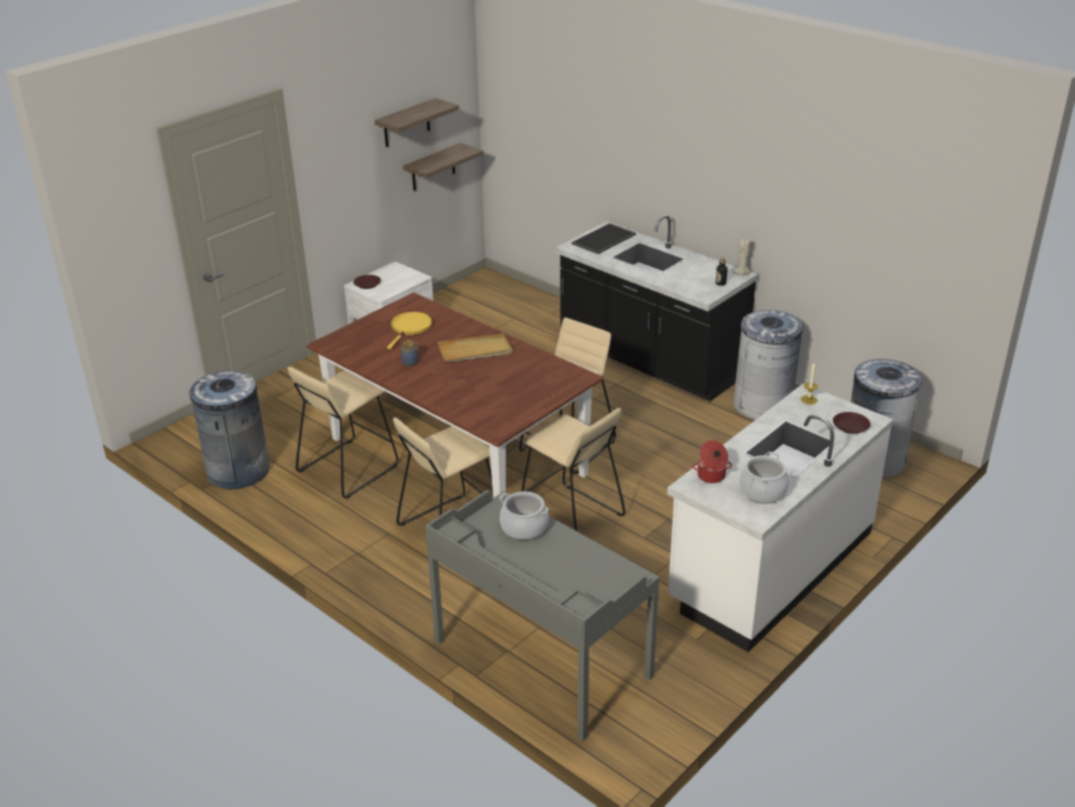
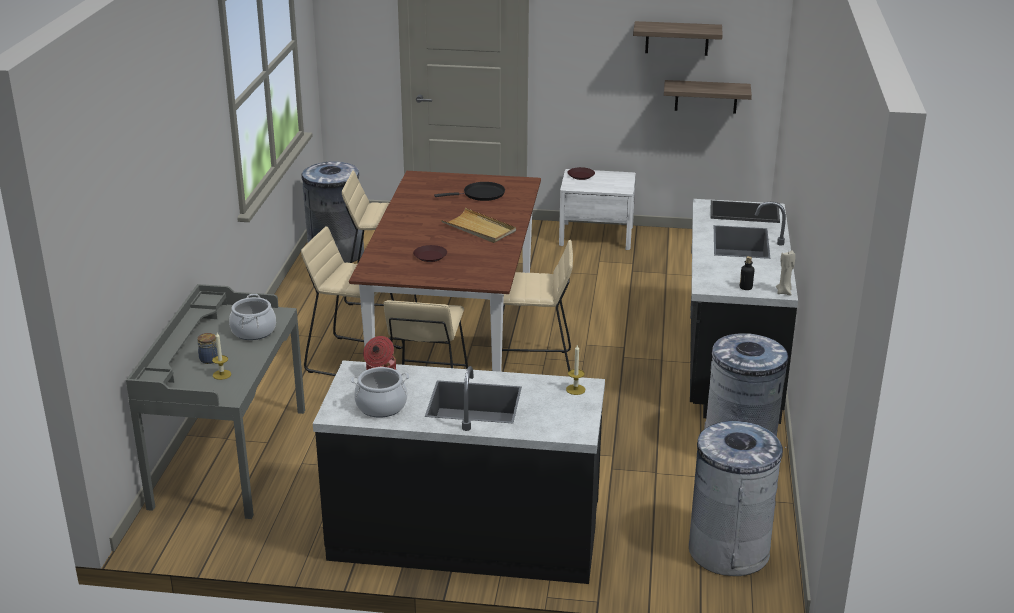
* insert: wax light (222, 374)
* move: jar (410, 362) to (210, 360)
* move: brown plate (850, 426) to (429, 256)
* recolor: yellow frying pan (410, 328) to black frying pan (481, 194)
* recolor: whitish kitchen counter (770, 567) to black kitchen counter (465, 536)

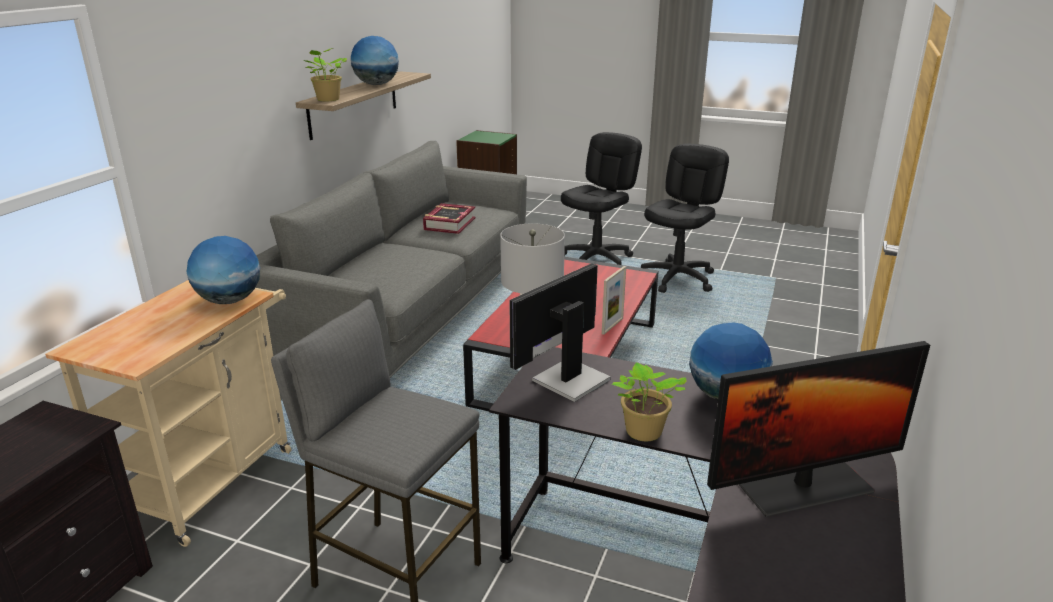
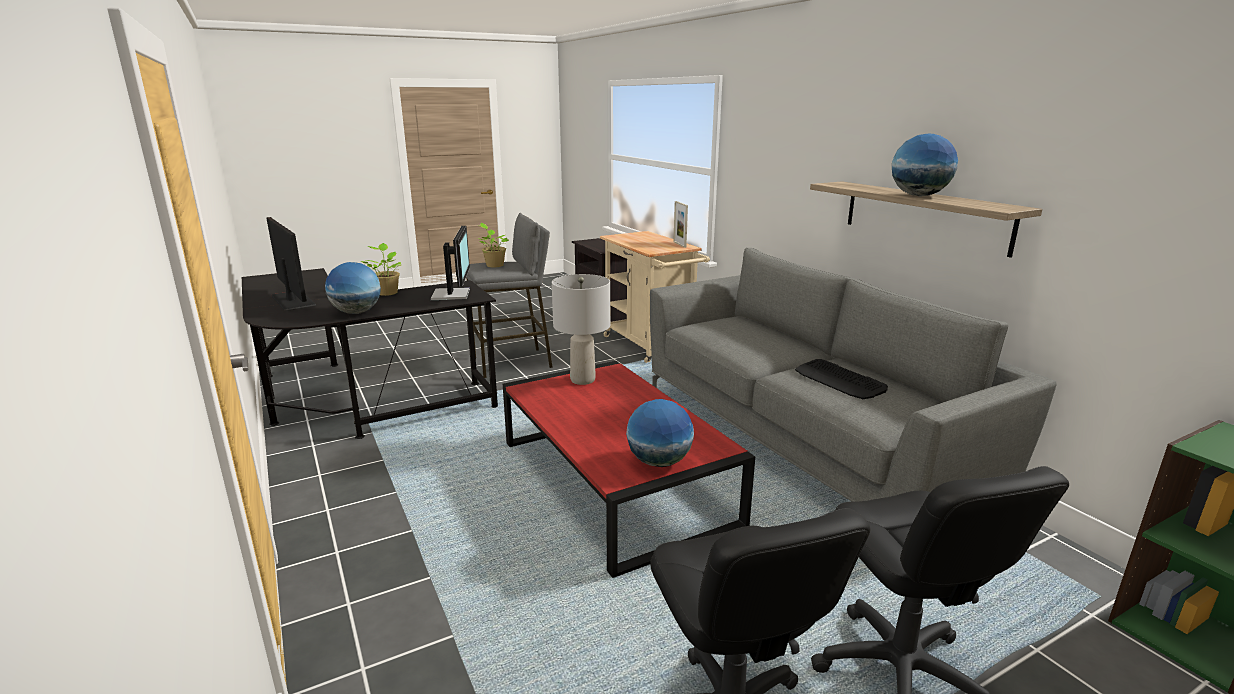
* move: world globe (229, 301) to (659, 462)
* move: potted plant (327, 100) to (494, 265)
* move: standing frame (612, 326) to (679, 244)
* replace: book (449, 224) to computer keyboard (839, 380)
* rotate: computer display (804, 486) = (293, 300) 120 degrees clockwise

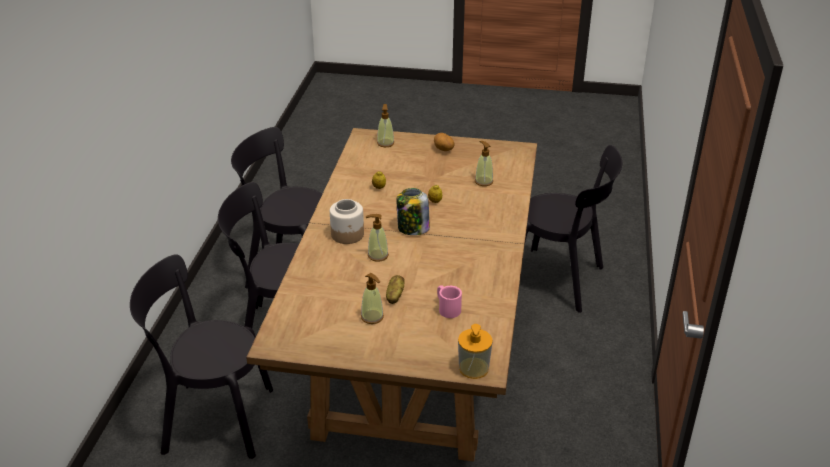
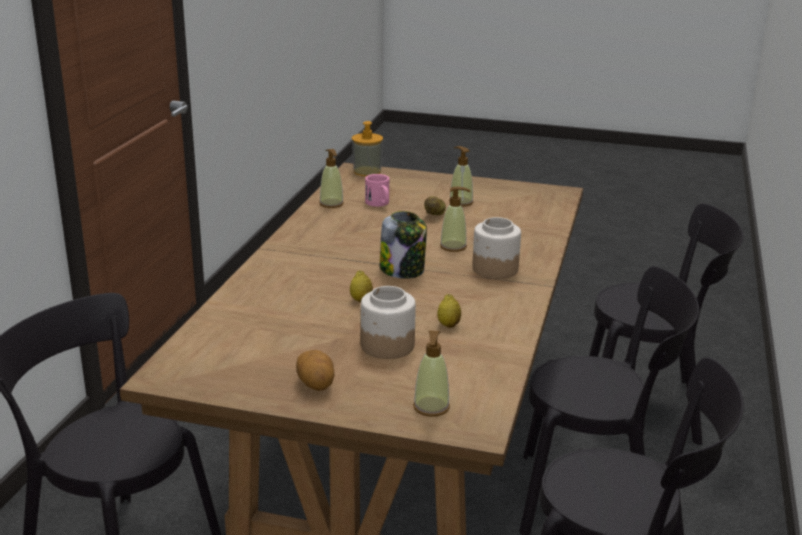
* insert: jar (387, 345)
* move: liquid soap bottle (483, 181) to (331, 204)

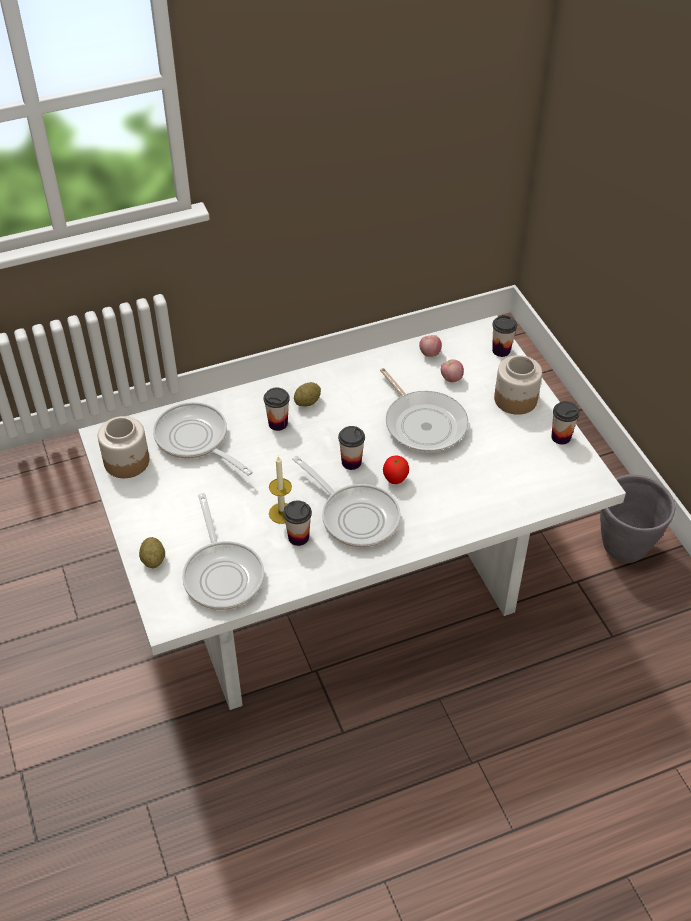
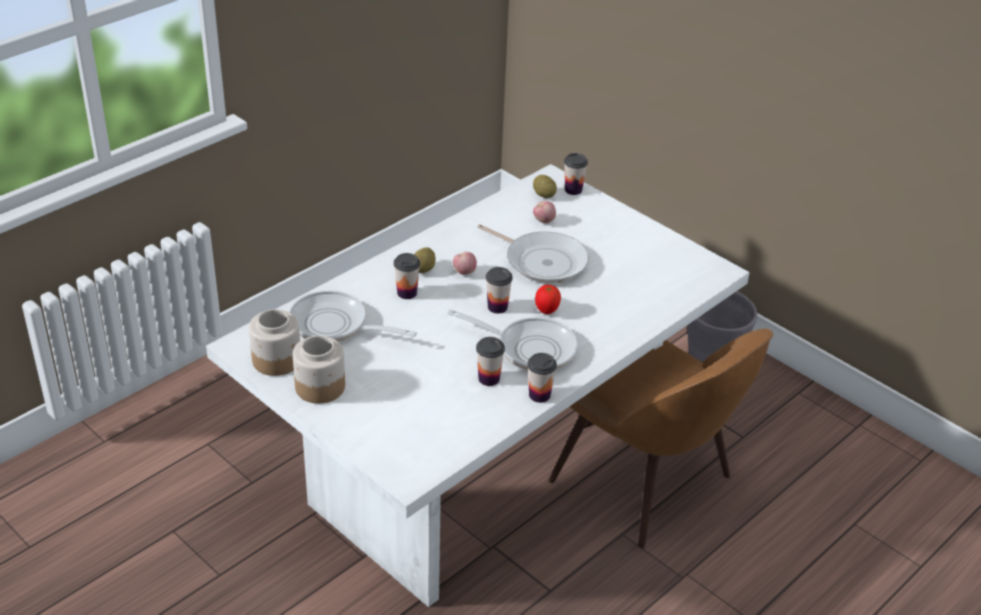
* delete: frying pan (222, 573)
* delete: wax light (282, 513)
* insert: brown plain chair (646, 483)
* move: potato (153, 560) to (544, 195)
* move: apple (429, 353) to (464, 272)
* move: jar (515, 399) to (319, 387)
* move: drinking cup (561, 437) to (539, 395)

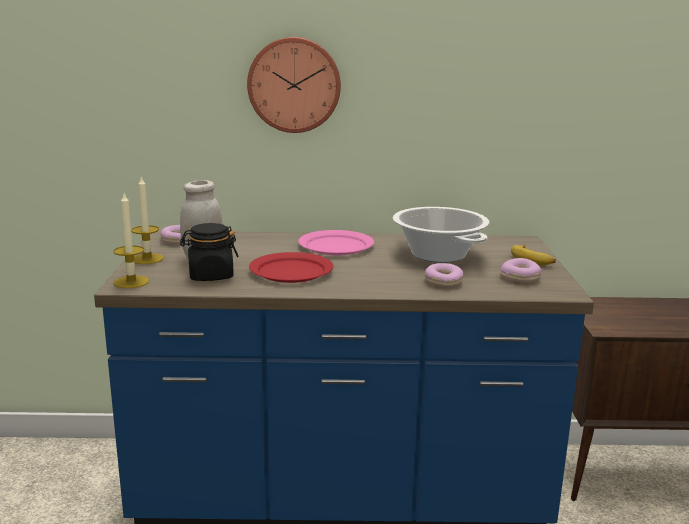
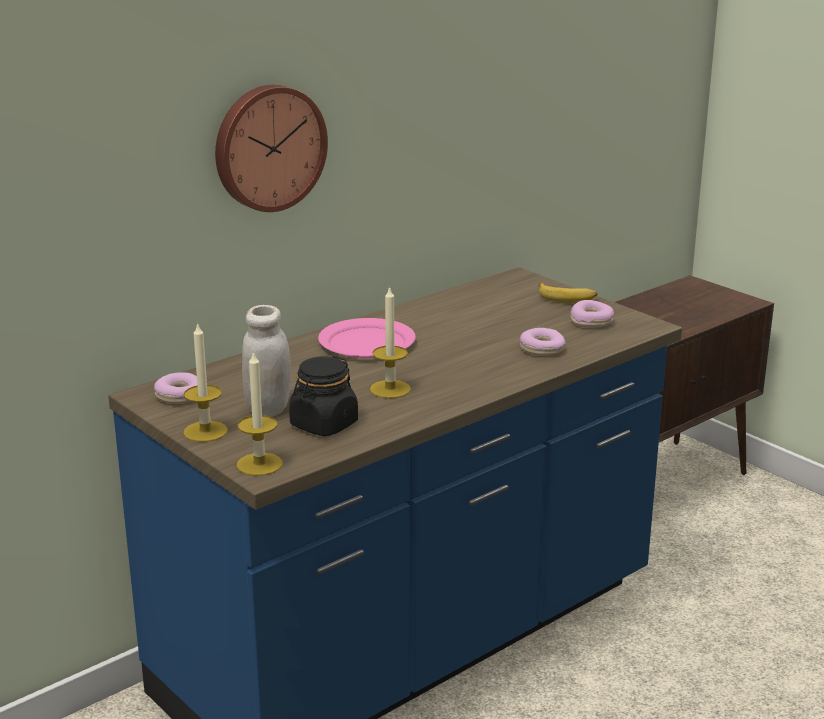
* delete: cooking pot (438, 254)
* replace: red-coloured plate (291, 271) to wax light (390, 389)

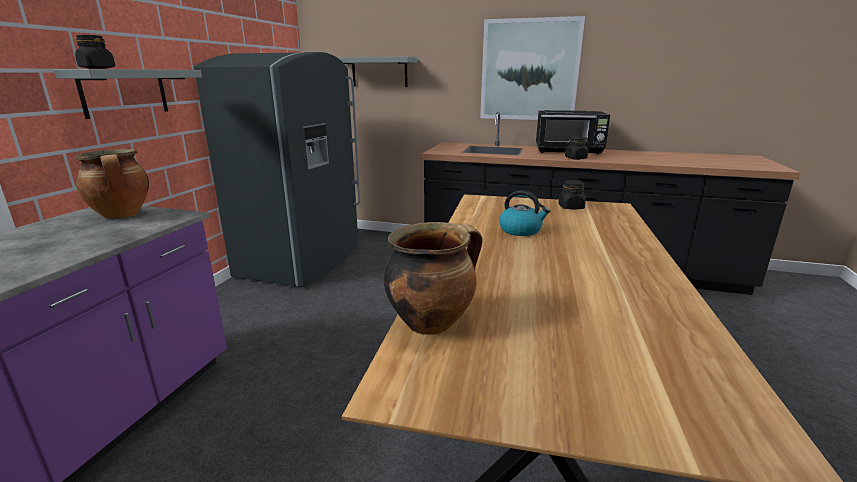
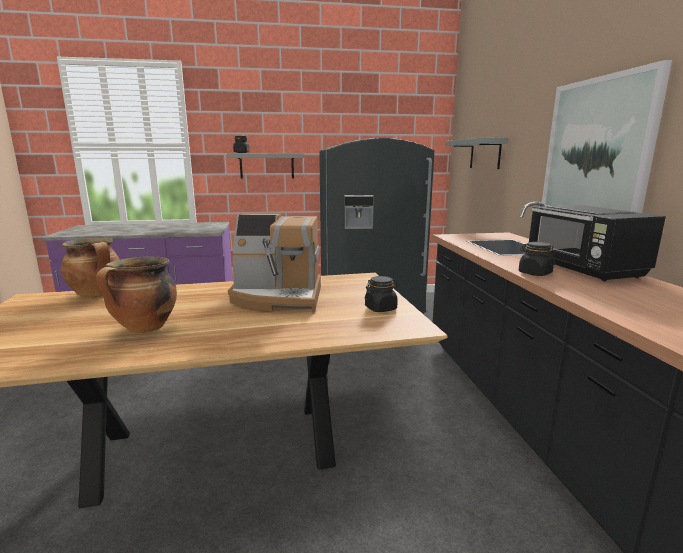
* move: cooking pot (123, 215) to (145, 328)
* replace: water kettle (521, 230) to coffee brewer (278, 297)

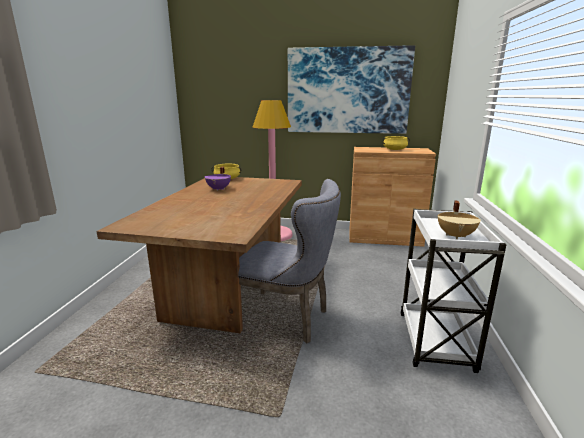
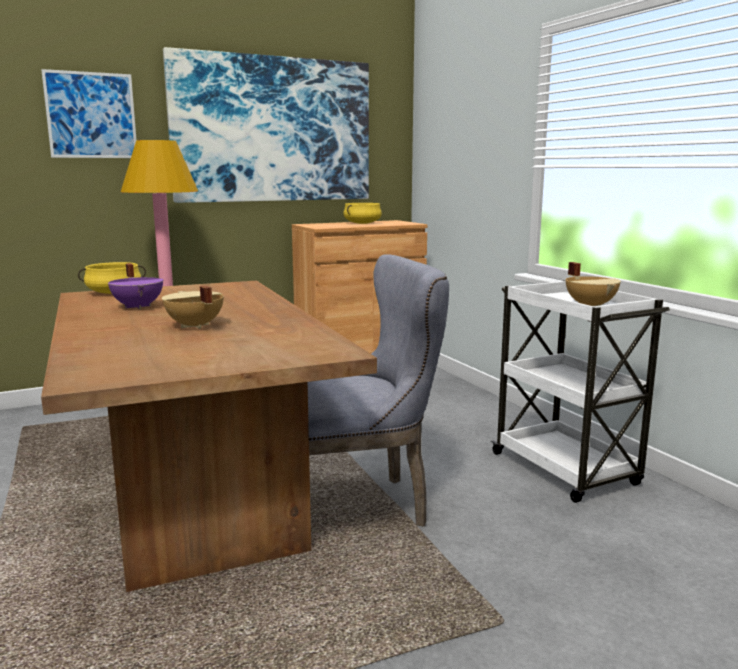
* insert: wall art (91, 115)
* insert: beige-coloured cooking pot (194, 326)

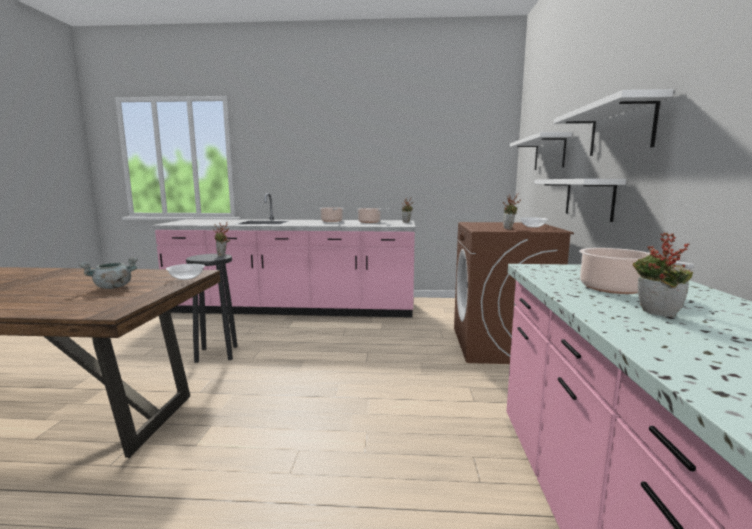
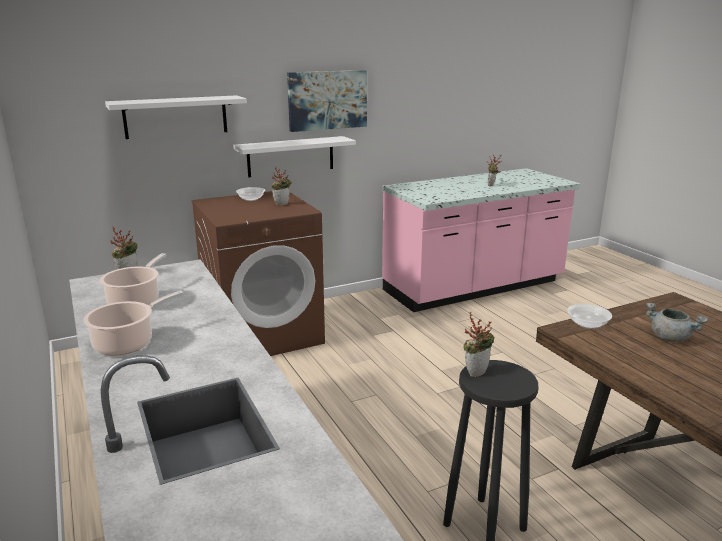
* delete: cooking pot (616, 289)
* replace: whitish shelf (620, 129) to wall art (327, 100)

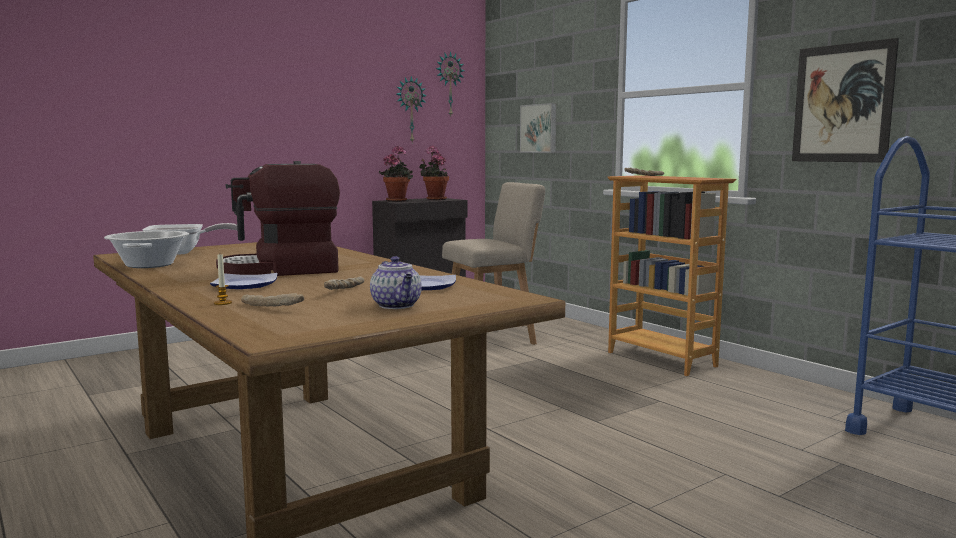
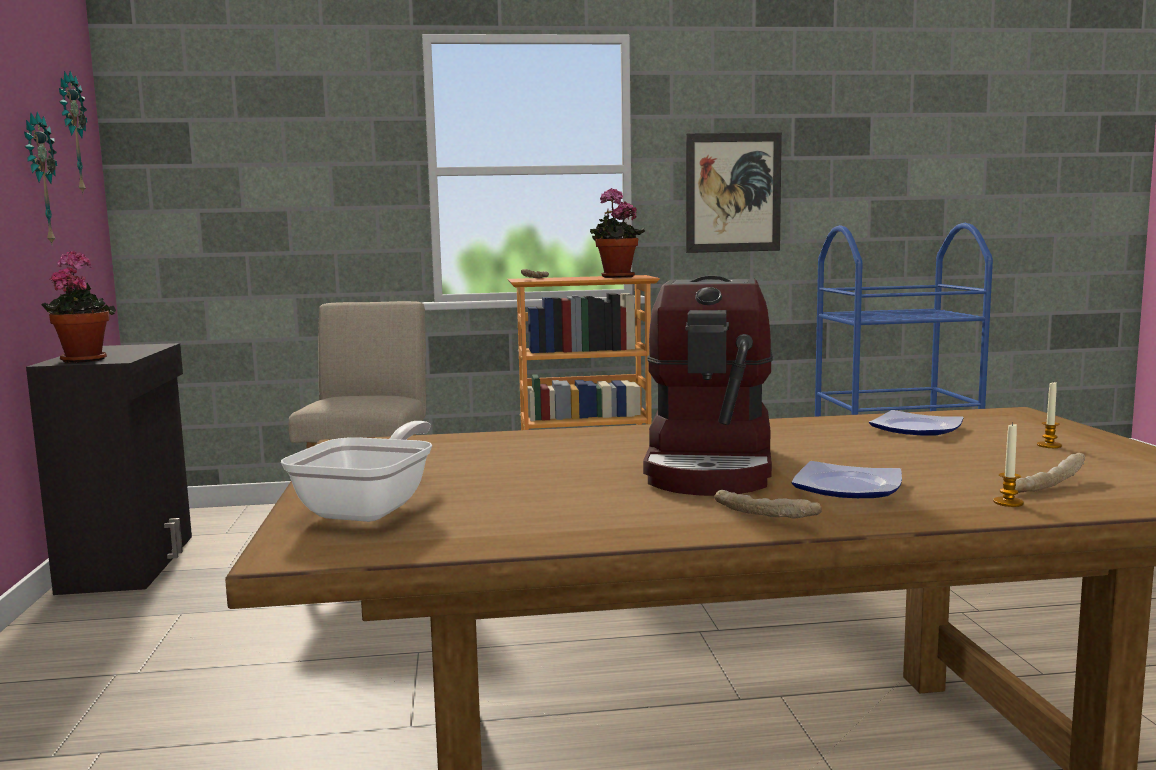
* delete: cooking pot (150, 265)
* delete: wall art (539, 128)
* move: bakery bread (345, 290) to (765, 516)
* move: potted plant (434, 199) to (615, 277)
* replace: pot for tea (397, 305) to wax light (1049, 445)

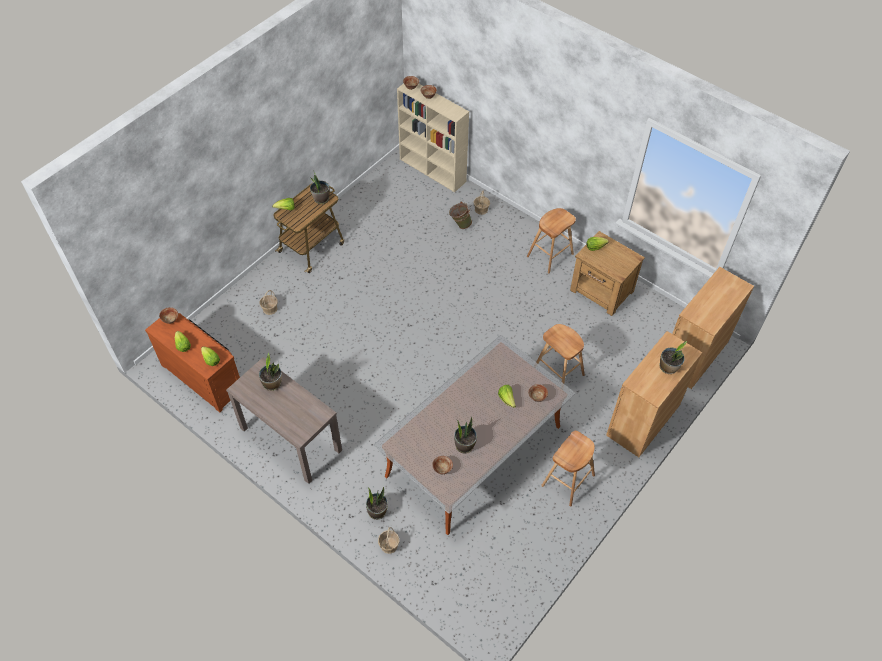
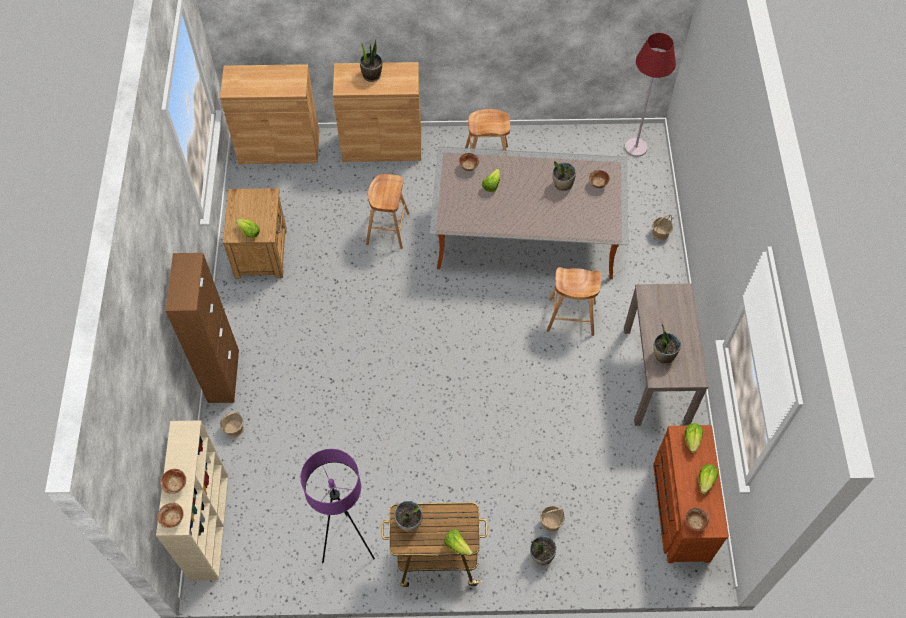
* delete: green-coloured water bucket (460, 224)
* insert: brown storage cabinet (223, 376)
* insert: purple floor lamp (348, 544)
* insert: red-coloured floor lamp (635, 147)
* move: potted plant (377, 511) to (541, 555)
* move: brown stool seat (550, 255) to (571, 317)

